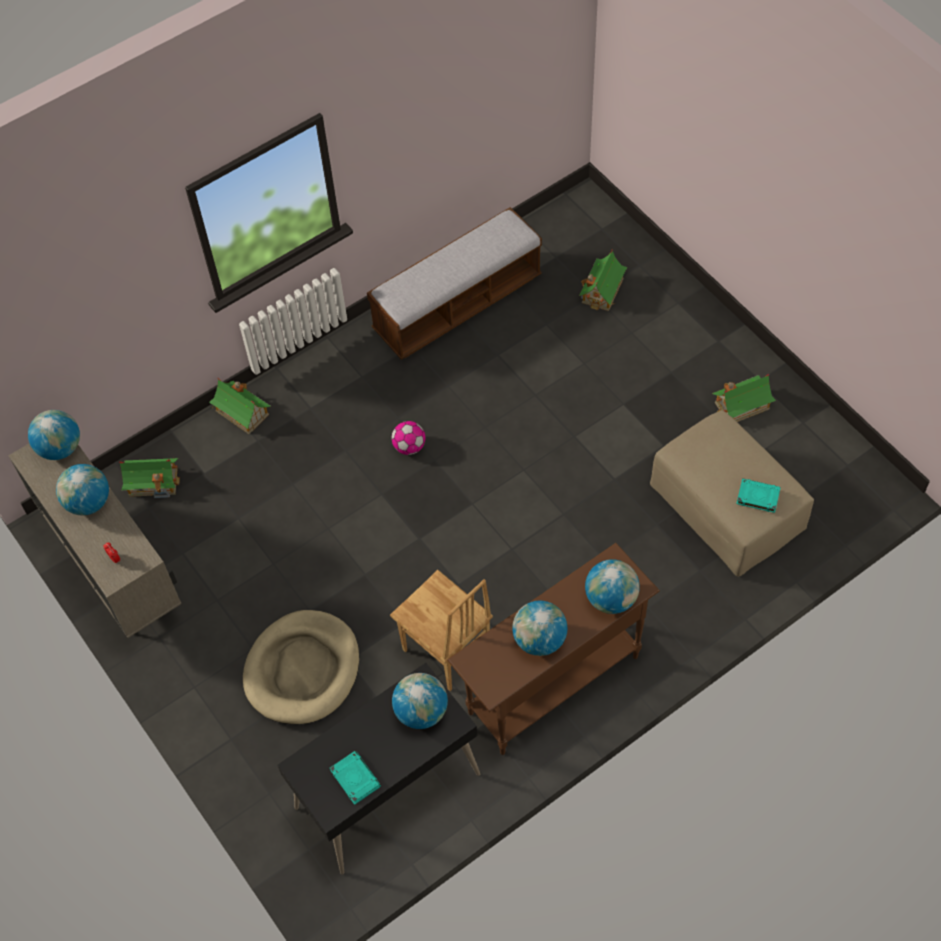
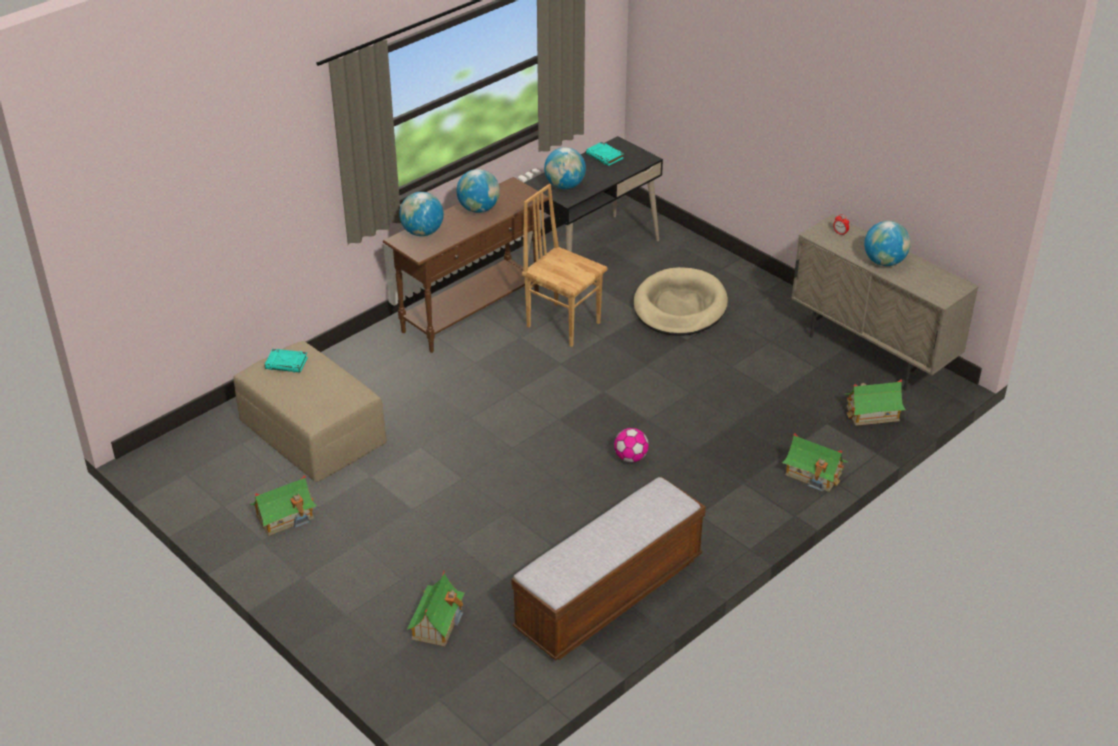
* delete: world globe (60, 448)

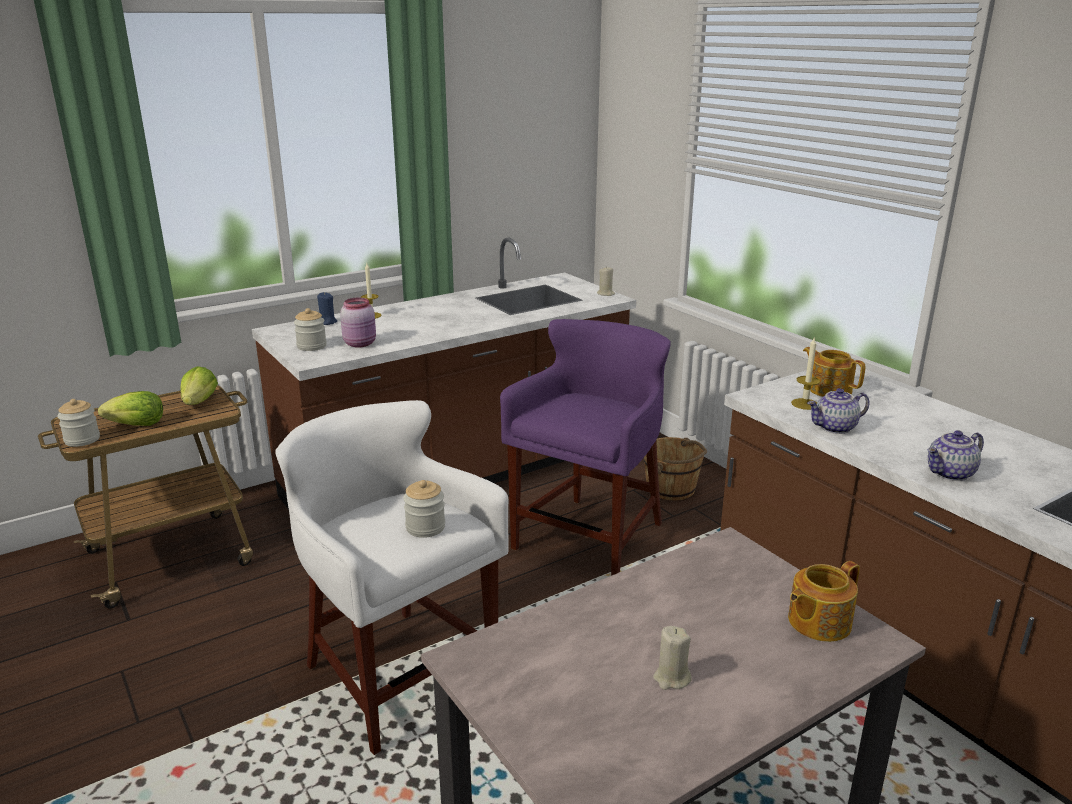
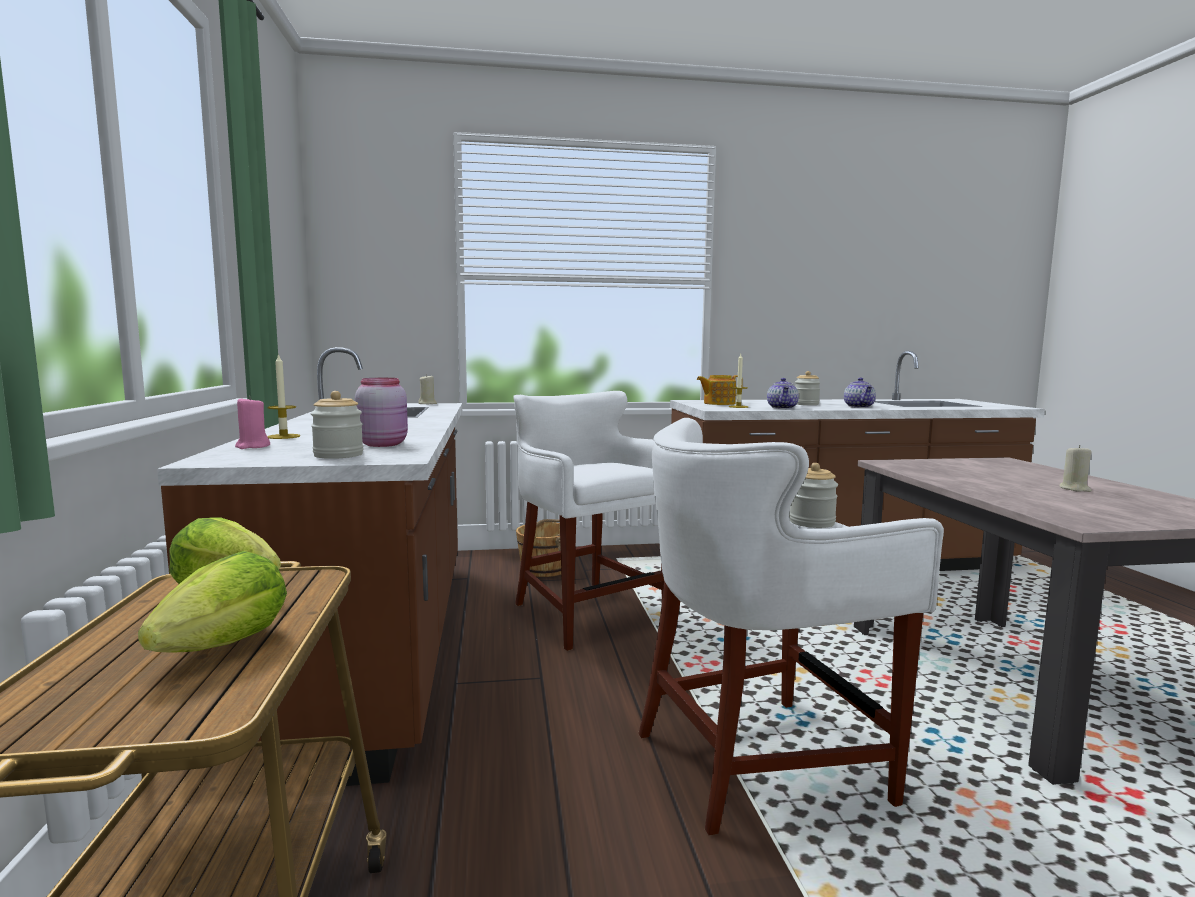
* delete: pot for tea (817, 622)
* move: jar (82, 440) to (806, 404)
* recolor: blue wax light (327, 322) to pink wax light (252, 446)
* recolor: purple stool seat (589, 539) to whitish stool seat (588, 614)

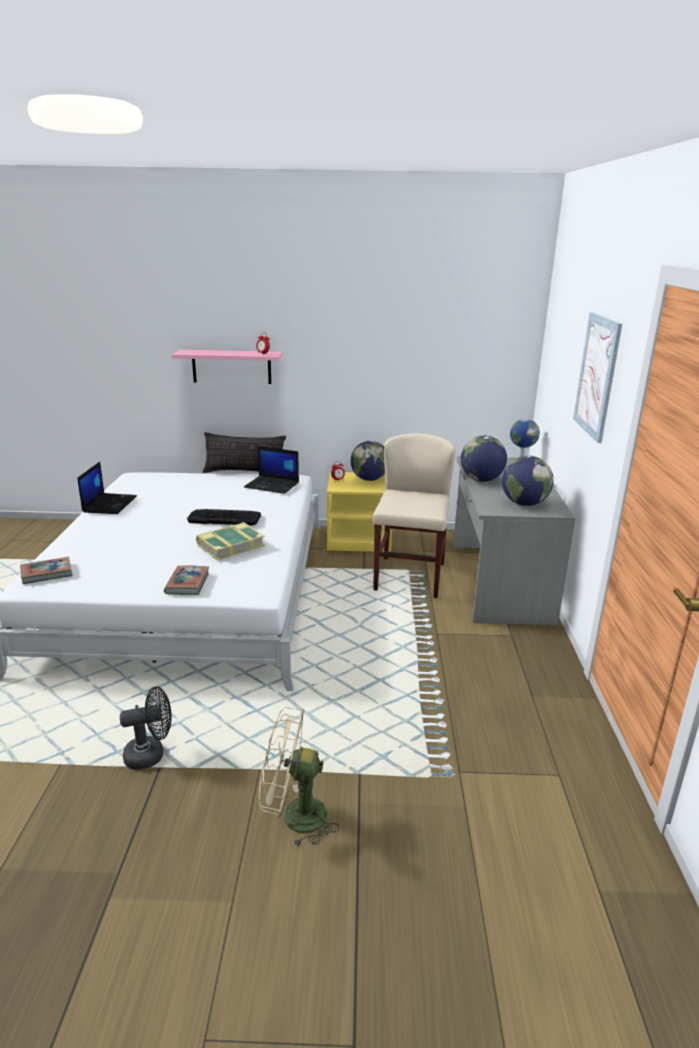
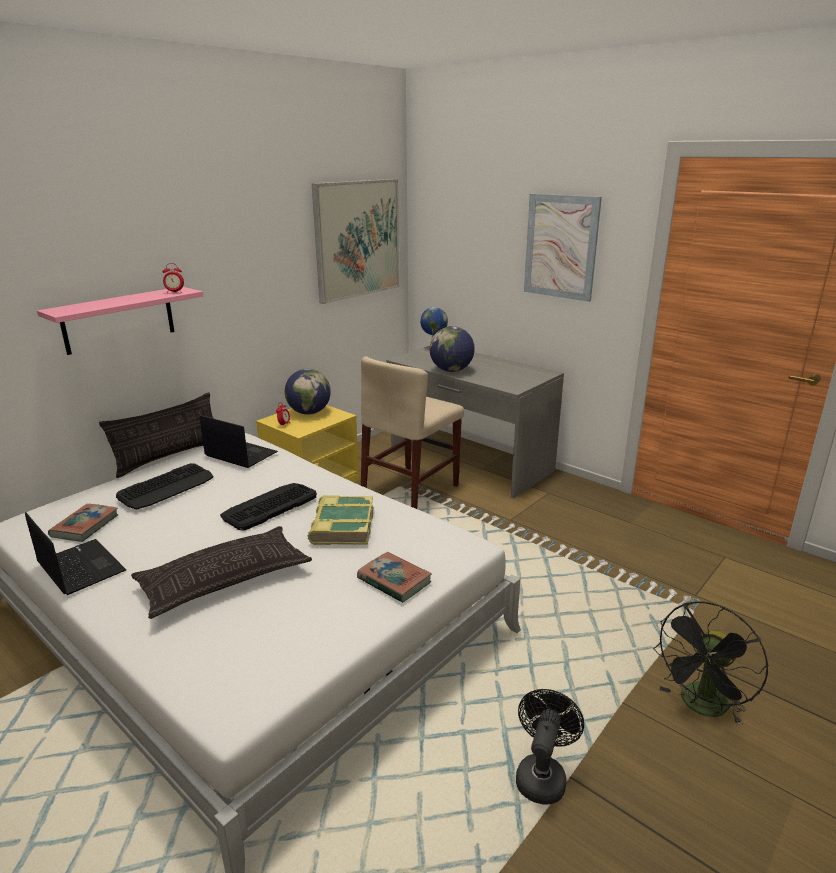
* delete: world globe (524, 504)
* insert: computer keyboard (167, 487)
* insert: cushion (224, 579)
* insert: wall art (357, 239)
* move: book (47, 573) to (85, 526)
* recolor: beige-coloured electric fan (294, 816) to black electric fan (701, 707)
* rotate: laptop (272, 485) = (240, 454) 120 degrees counterclockwise
* rotate: beige-coloured plain chair (409, 576) = (410, 491) 105 degrees counterclockwise

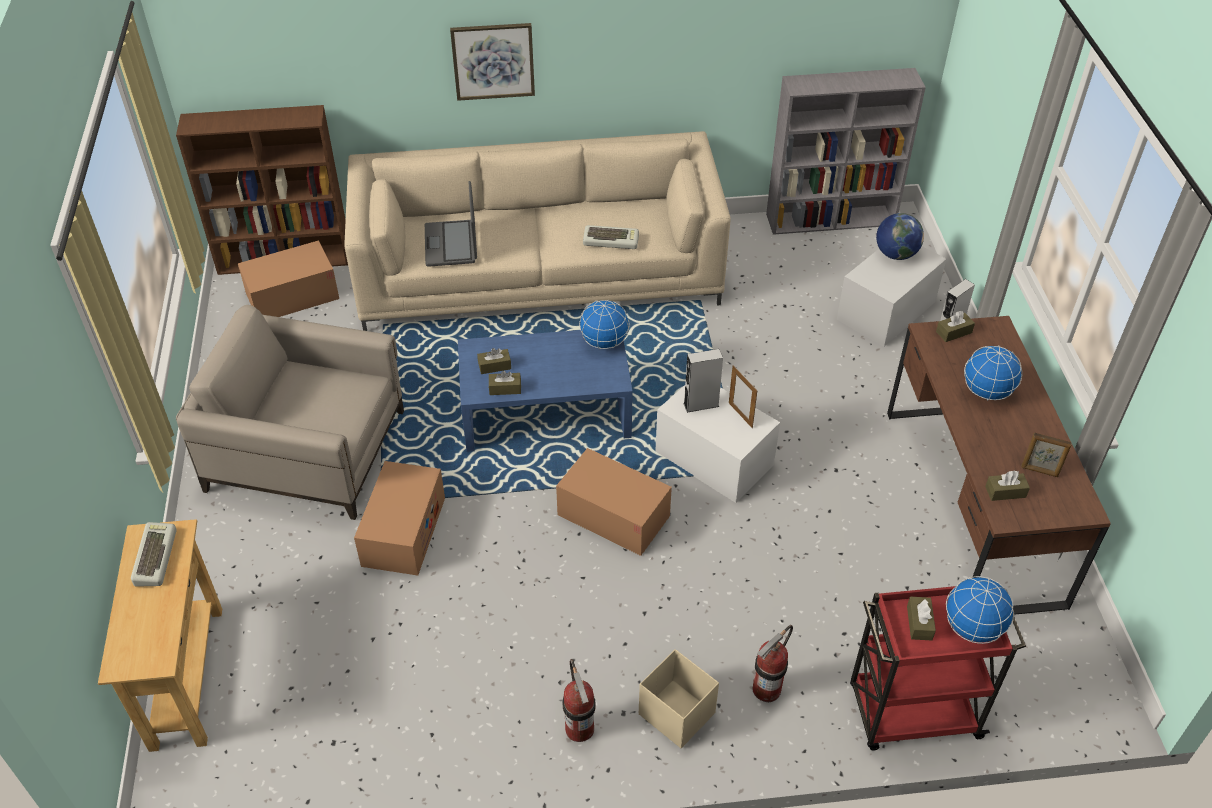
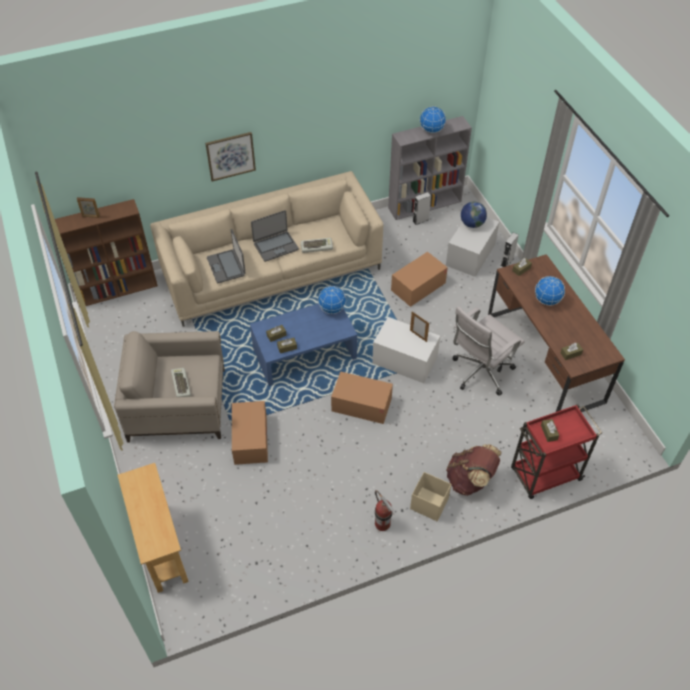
* insert: laptop (275, 246)
* insert: whitish desk chair (480, 373)
* move: computer keyboard (154, 557) to (180, 385)
* move: cardboard box (292, 296) to (418, 286)
* move: greyish audio speaker (701, 405) to (420, 220)
* move: world globe (972, 628) to (431, 130)
* move: standing frame (1039, 471) to (91, 216)
* replace: fire-fighting cylinder (766, 689) to brown rucksack (470, 480)

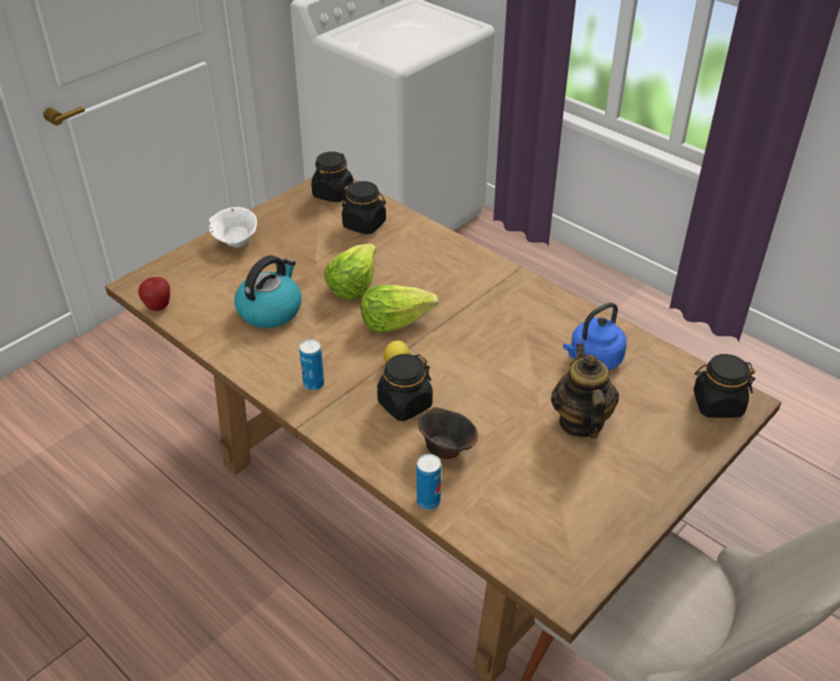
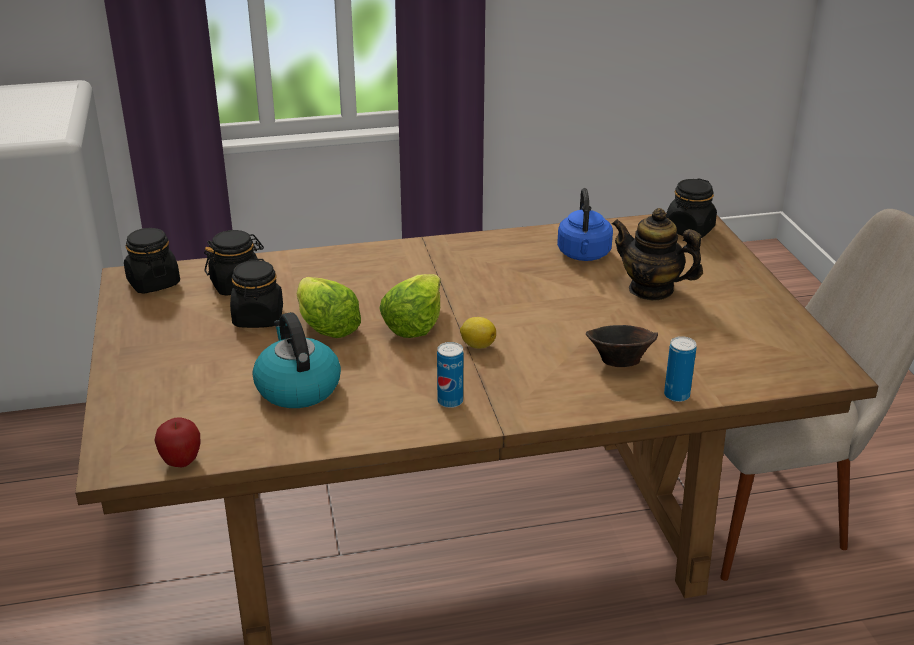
* delete: whitish deep dish (236, 242)
* move: black jar (404, 404) to (258, 318)

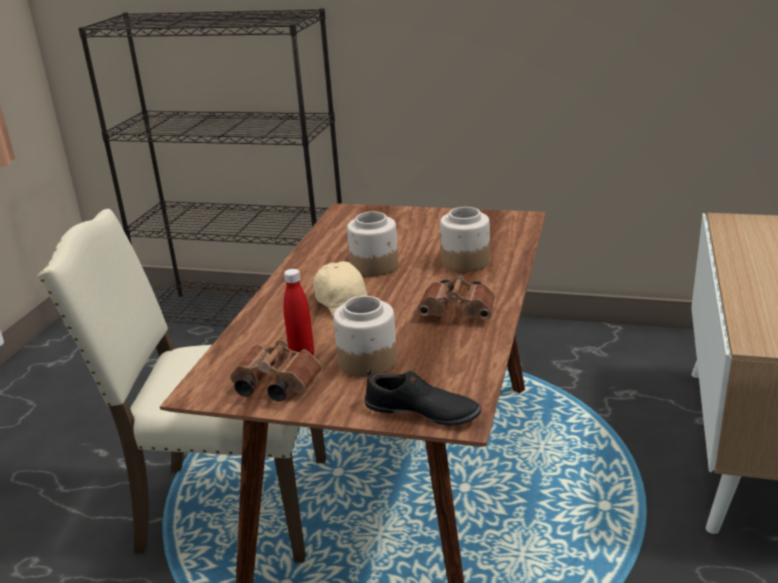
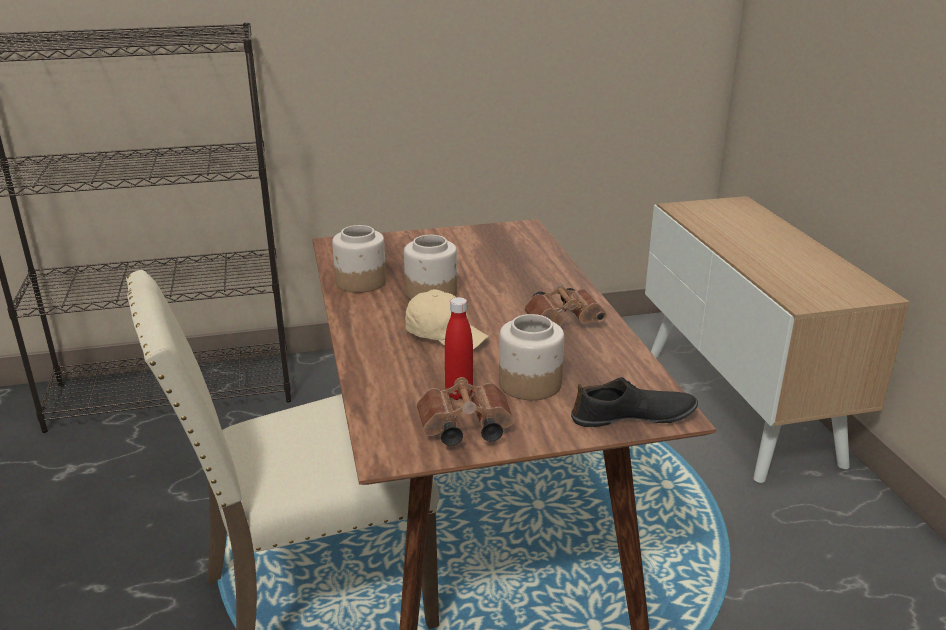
* move: jar (465, 261) to (360, 282)

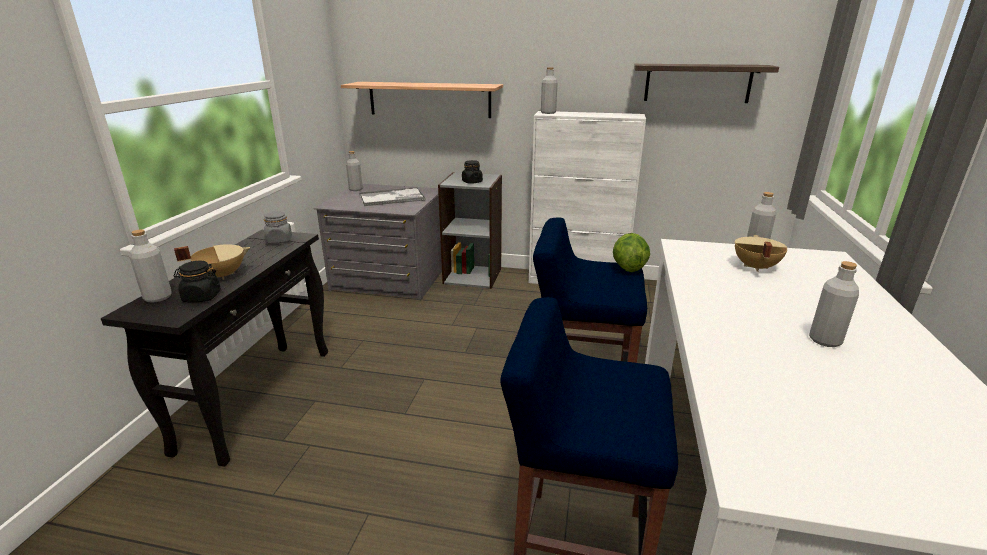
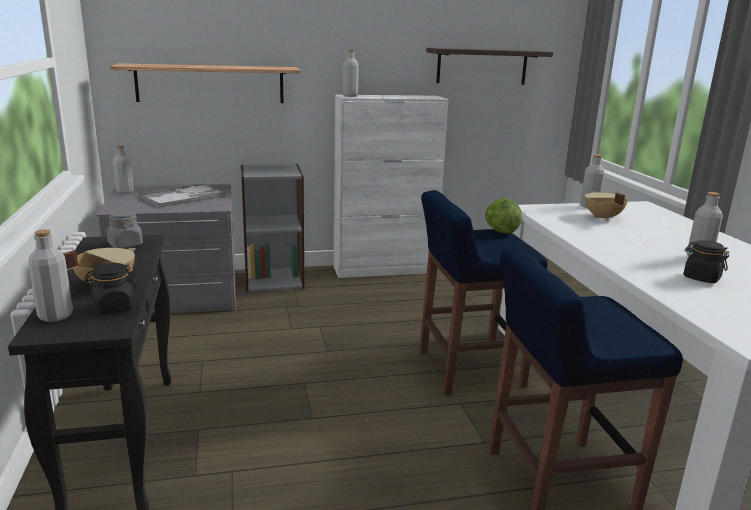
* move: black jar (472, 182) to (701, 278)

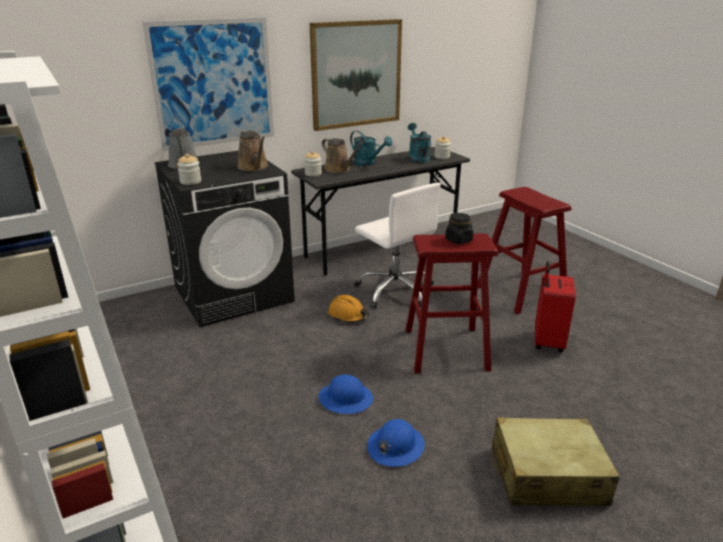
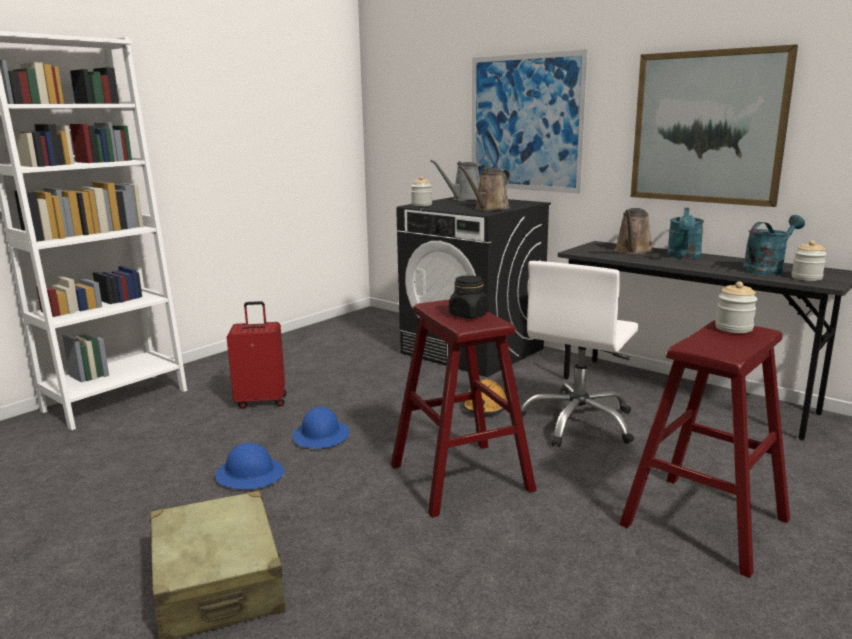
* move: jar (313, 174) to (733, 328)
* move: red-coloured suitcase (547, 342) to (261, 401)

